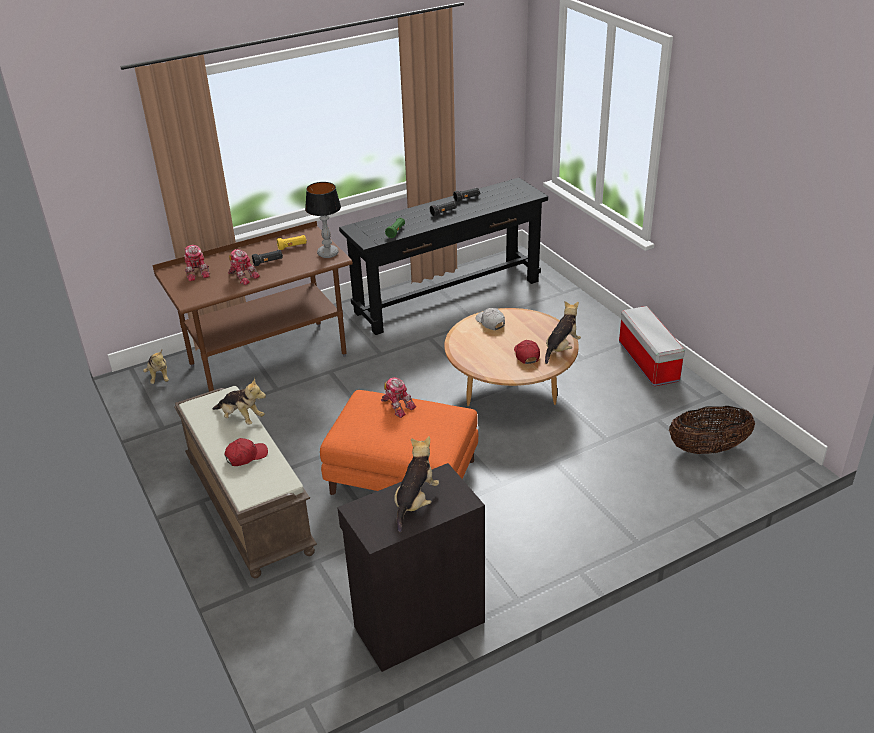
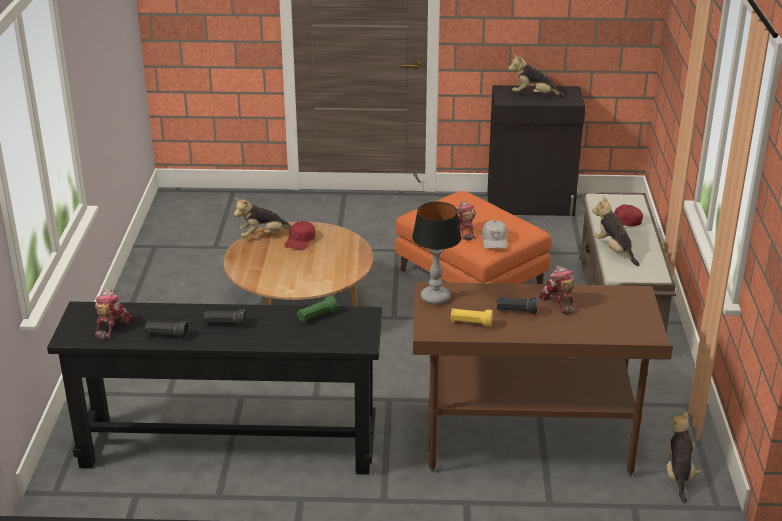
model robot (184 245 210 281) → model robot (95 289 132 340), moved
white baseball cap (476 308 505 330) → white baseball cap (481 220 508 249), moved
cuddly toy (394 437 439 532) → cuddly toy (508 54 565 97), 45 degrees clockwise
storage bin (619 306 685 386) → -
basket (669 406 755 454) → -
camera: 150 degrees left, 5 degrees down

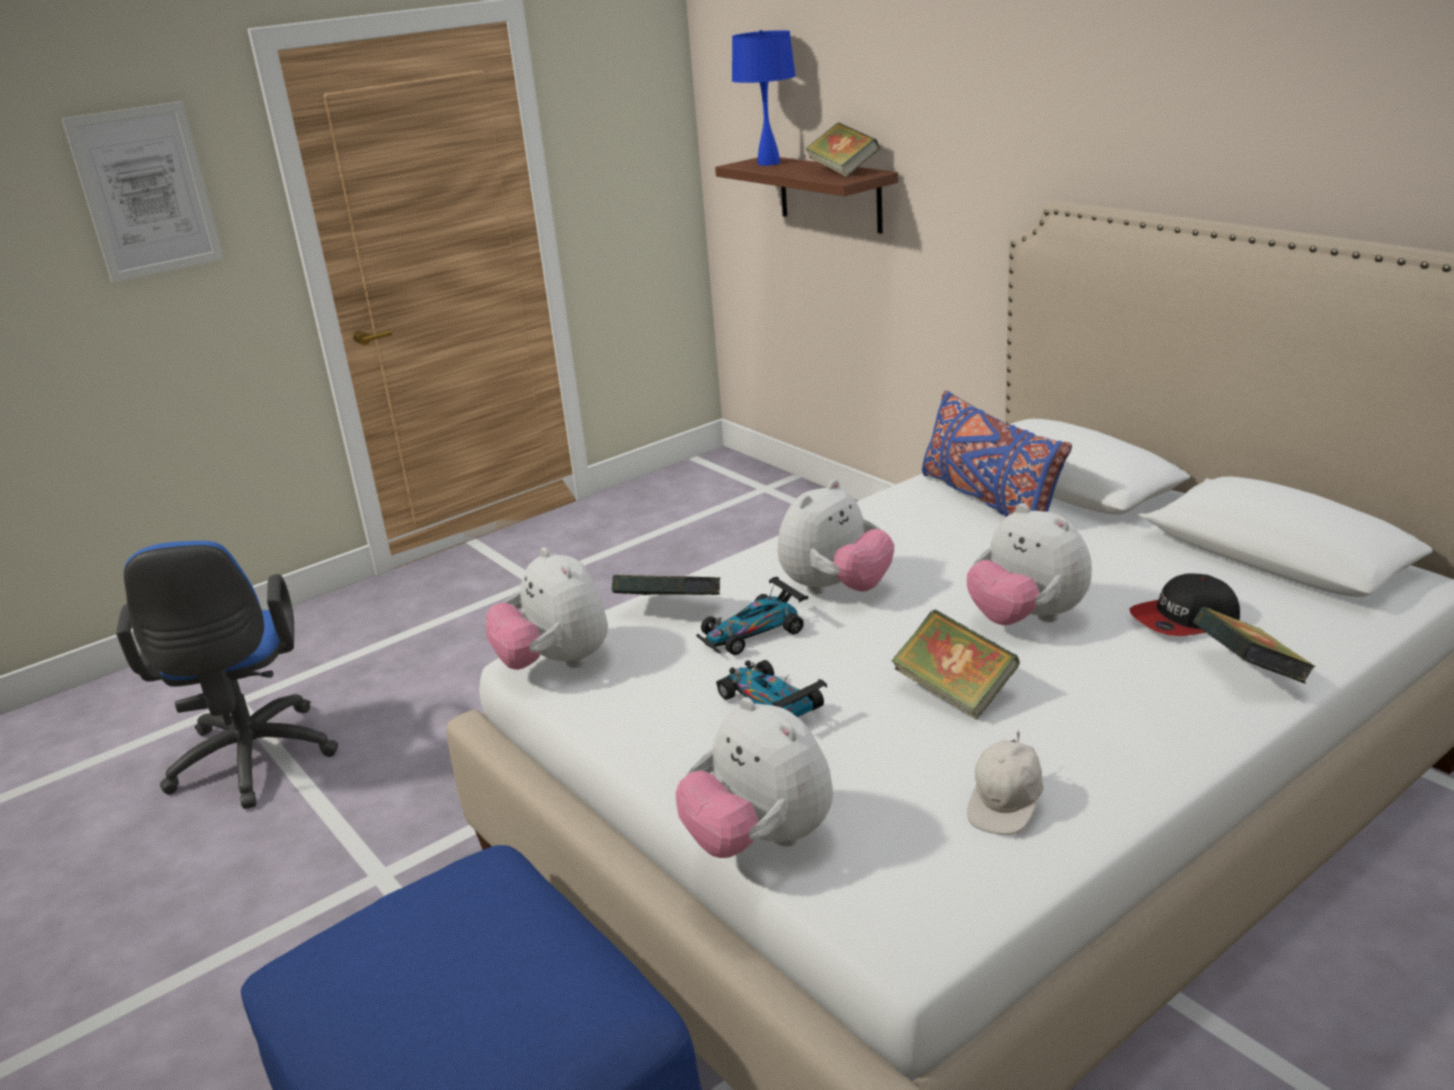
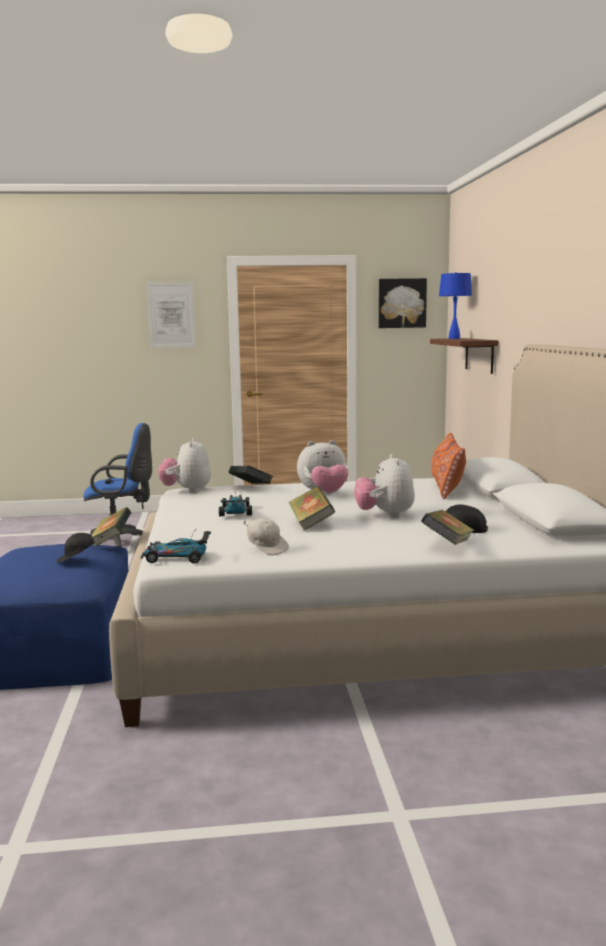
- → black baseball cap (57 533 103 563)
blue computer chair (116 541 338 809) → blue computer chair (83 423 152 547), 105 degrees counterclockwise
bound book (805 123 880 177) → bound book (92 507 131 547), moved
model car (696 577 808 655) → model car (141 531 211 564), moved
white baseball cap (967 730 1044 835) → white baseball cap (243 518 289 555), 105 degrees counterclockwise
- → wall picture (379 278 427 328)
blue cushion (922 390 1072 517) → orange-coloured cushion (431 433 466 500)
cuddly toy (676 697 833 858) → -
camera: 30 degrees right, 15 degrees down

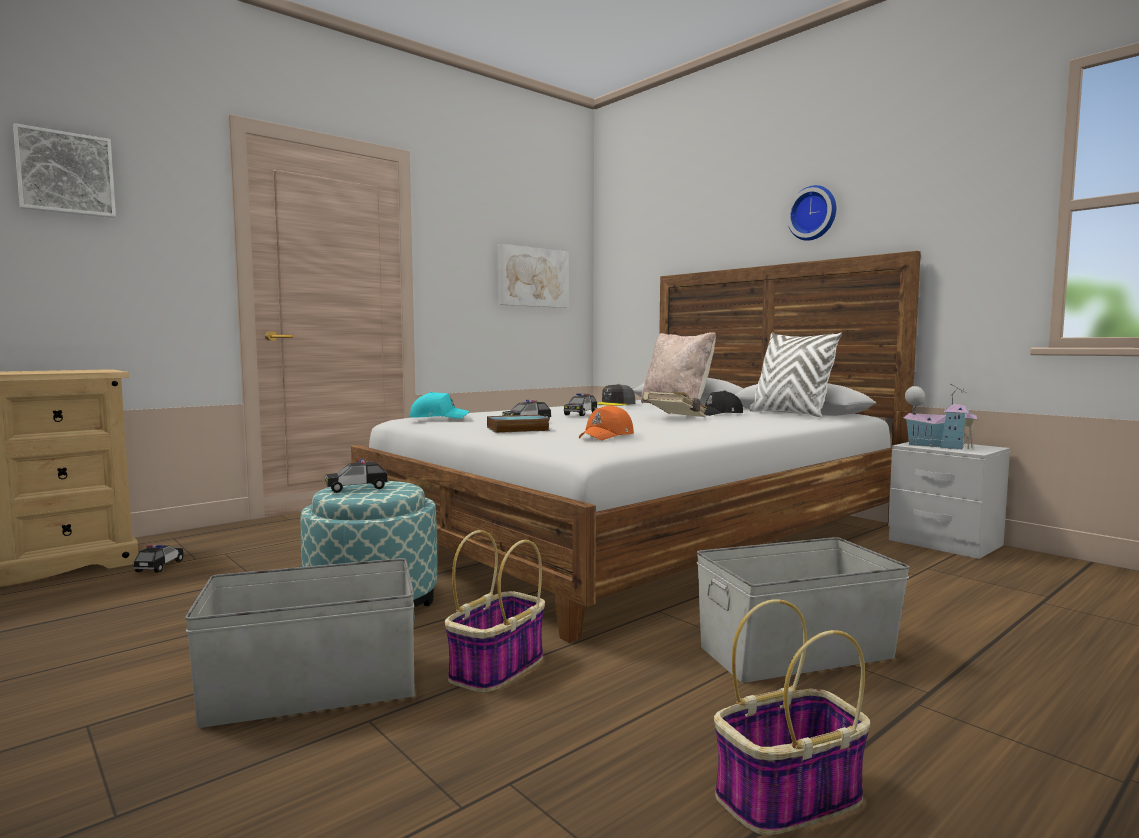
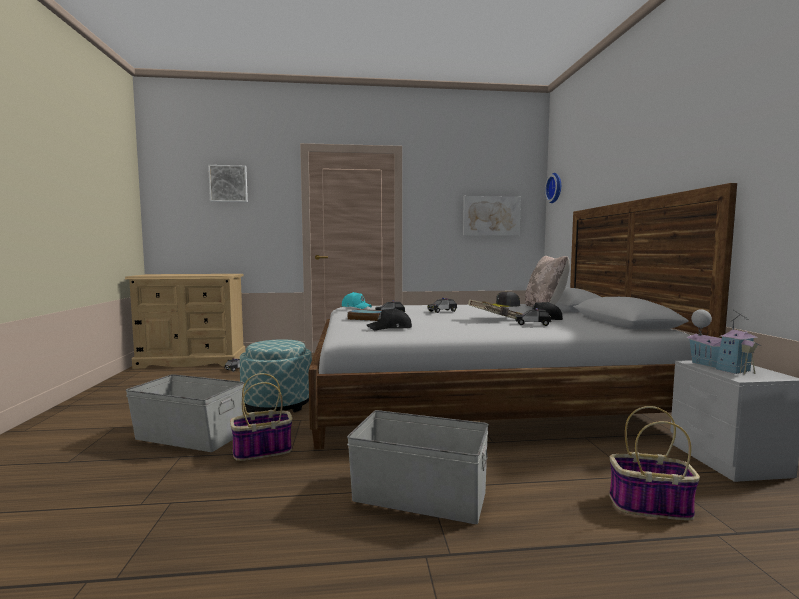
orange-coloured baseball cap (579 405 634 440) → black baseball cap (367 308 412 331)
model car (325 459 389 493) → model car (515 308 552 326), moved
wall clock (787 185 836 241) → wall clock (545 173 561 203), moved
basket (714 599 870 835) → basket (609 406 700 521), moved
white cushion (749 333 842 417) → -
camera: 35 degrees right, 0 degrees up

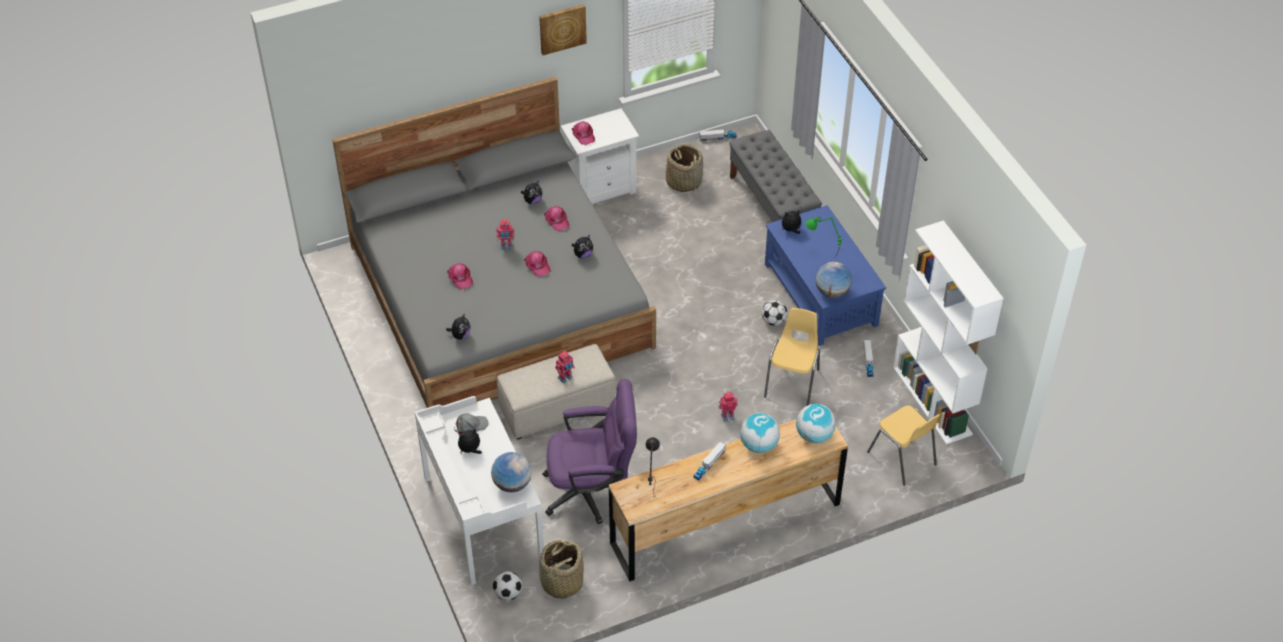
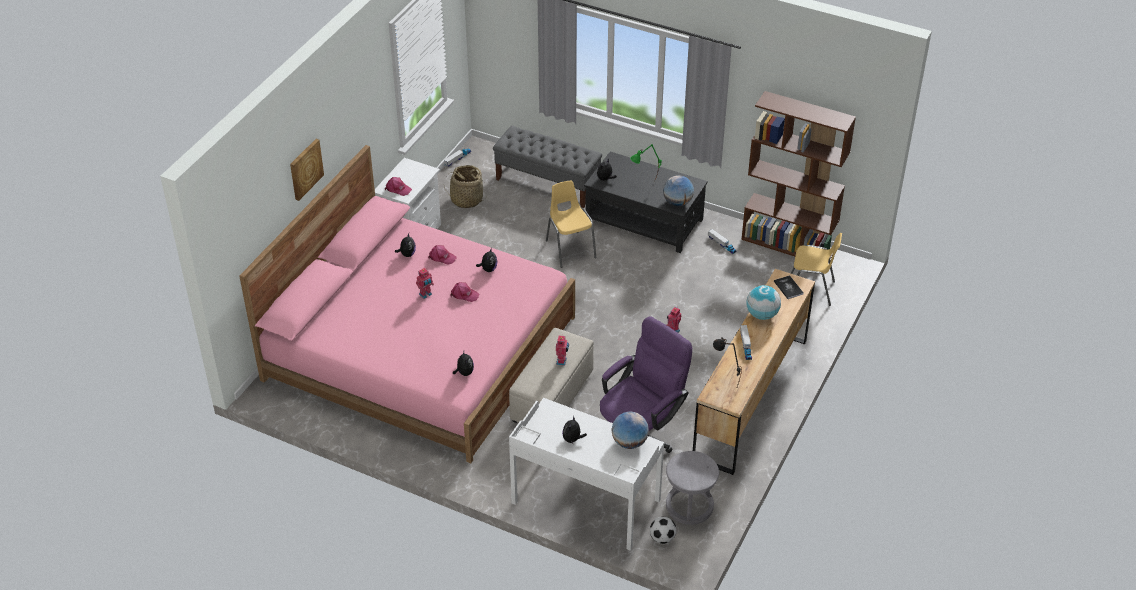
grey sleeping bed (332 76 656 408) → pink-coloured sleeping bed (239 145 575 463)
wall picture (539 4 587 55) → wall picture (290 139 324 201), moved
yellow upright chair (764 308 820 406) → yellow upright chair (546 181 596 268), moved
blue coffee table (765 205 886 346) → black coffee table (584 151 708 253)
basket (539 539 584 599) → grey sitting stool (666 451 719 525)
white bookshelf (893 220 1003 445) → brown-coloured bookshelf (741 91 856 262)
world globe (796 404 836 444) → bound book (774 275 804 299)
pink-coloured baseball cap (447 263 473 289) → -
grey baseball cap (455 413 488 435) → -
ball for football (762 300 787 326) → -
camera: 40 degrees left, 5 degrees down

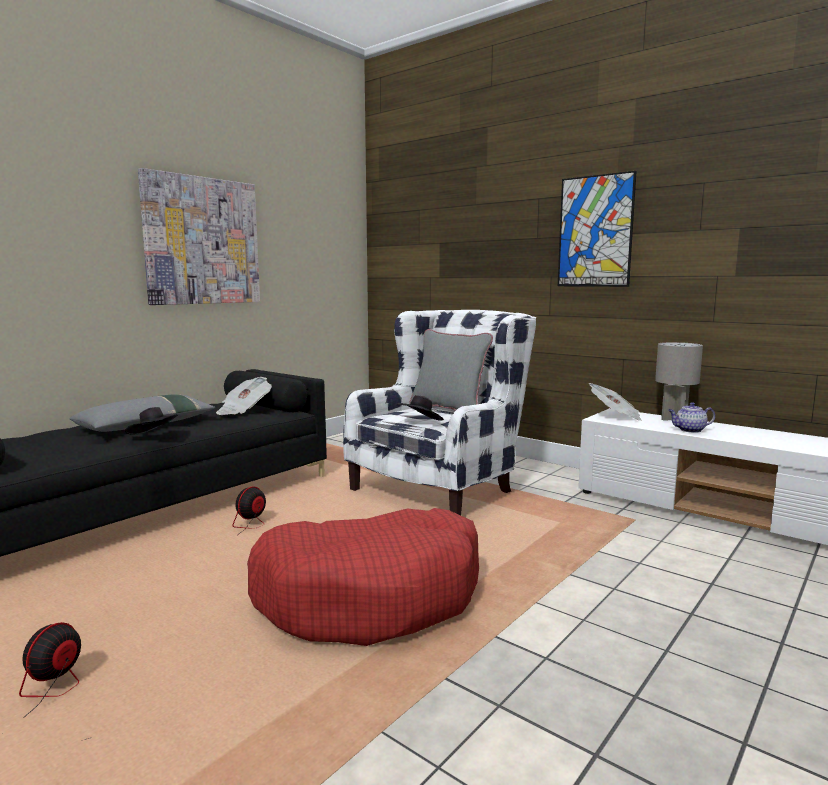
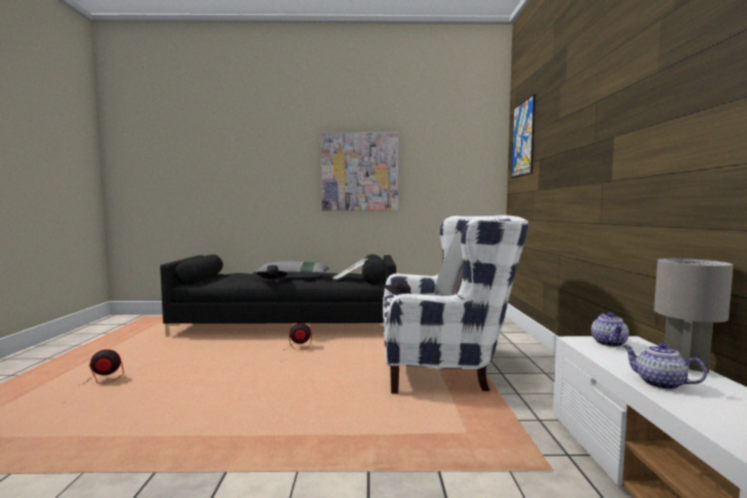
wall picture (558 171 637 287) → wall picture (512 94 535 178), moved
daily paper (589 383 642 421) → pot for tea (591 312 629 347)
reddish dog bed (247 508 479 646) → -
camera: 50 degrees right, 5 degrees down

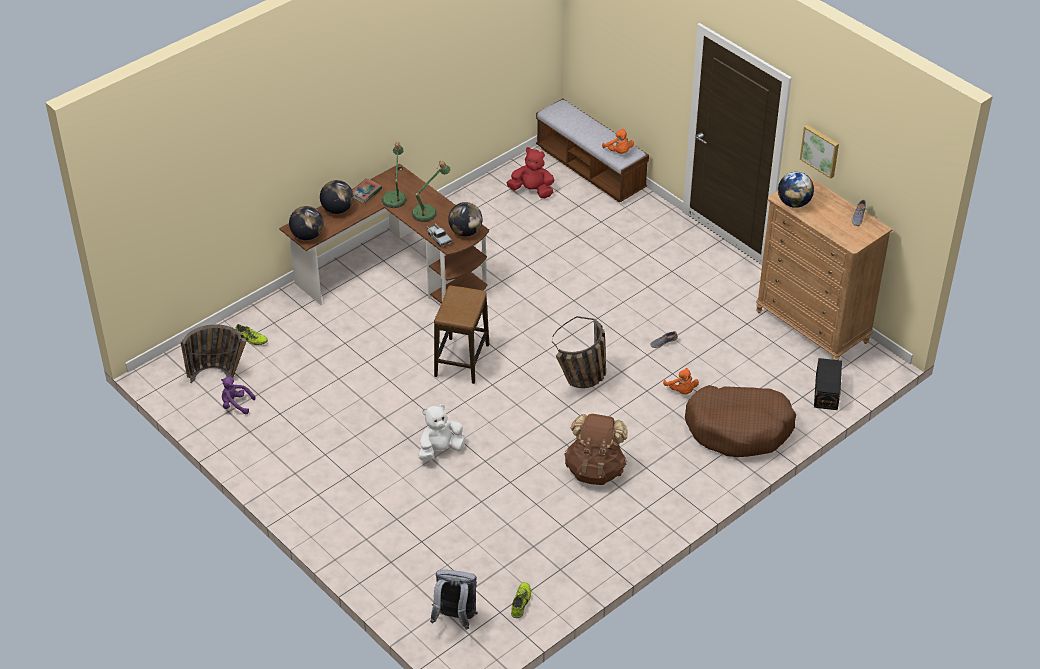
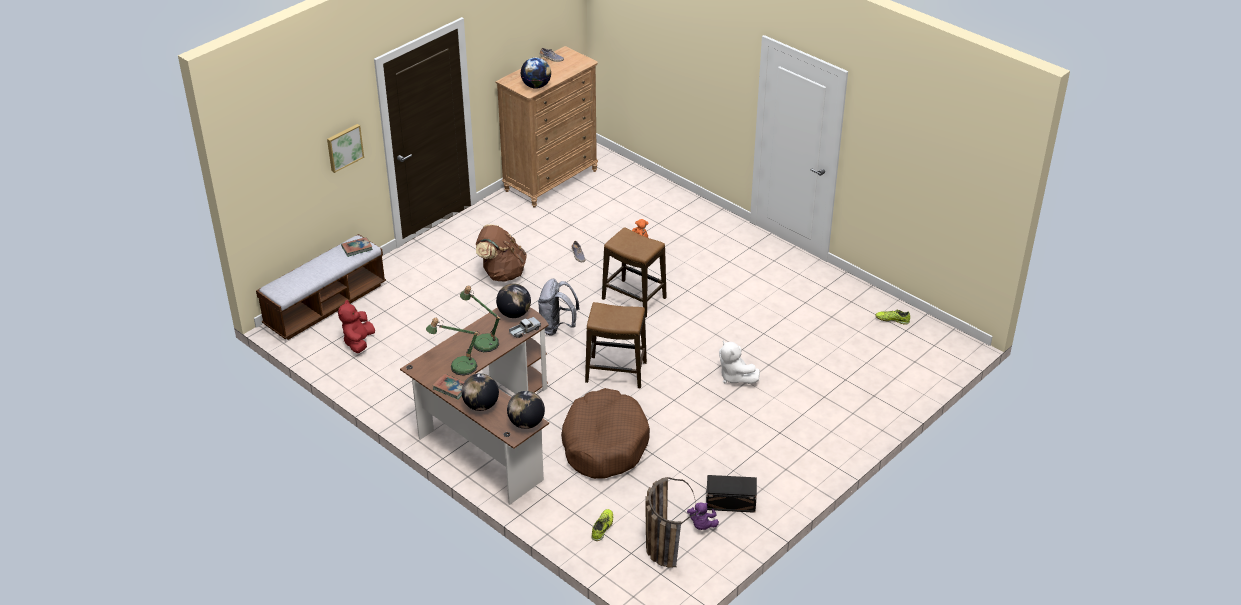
wall picture (800 125 839 179) → wall picture (327 124 364 173), moved
orange-coloured cuddly toy (602 129 634 154) → bound book (341 237 373 257)
brown-coloured backpack (564 414 628 485) → brown-coloured backpack (476 224 527 282), moved
grey backpack (430 569 477 630) → grey backpack (538 279 579 336), moved
brown-coloured dog bed (685 385 796 457) → brown-coloured dog bed (561 388 650 479), moved
basket (552 316 606 388) → sitting stool (602 227 667 318)
black storage bin (814 358 842 410) → black storage bin (706 475 757 513), moved
camera: 95 degrees left, 5 degrees down

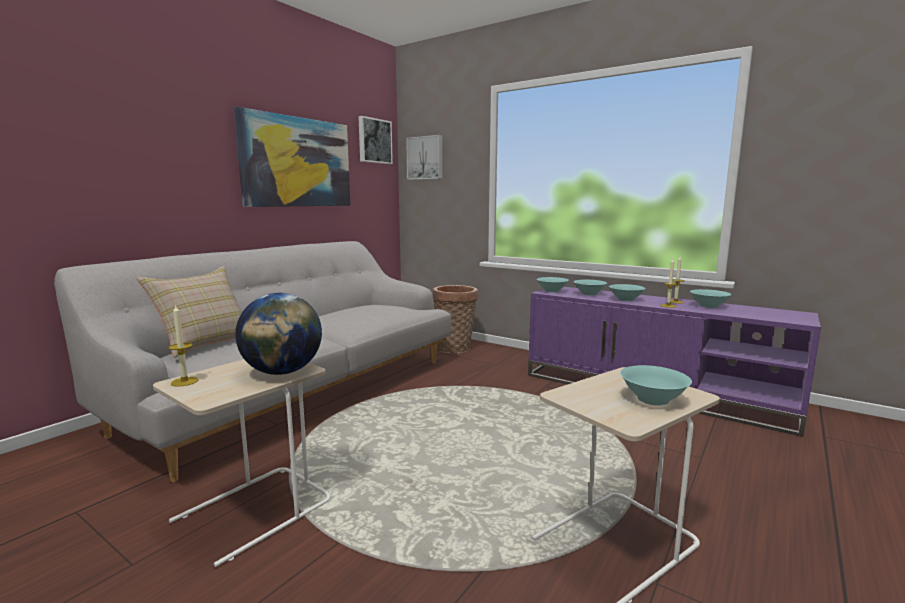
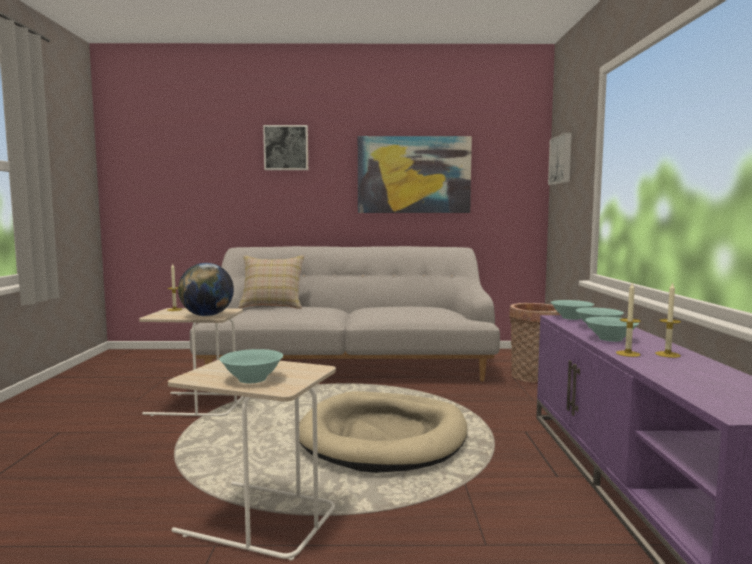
wall picture (358 116 393 164) → wall picture (263 125 308 170), moved
- → beige-coloured dog bed (299 391 467 473)
turquoise bowl (690 289 731 308) → -
camera: 55 degrees right, 5 degrees down

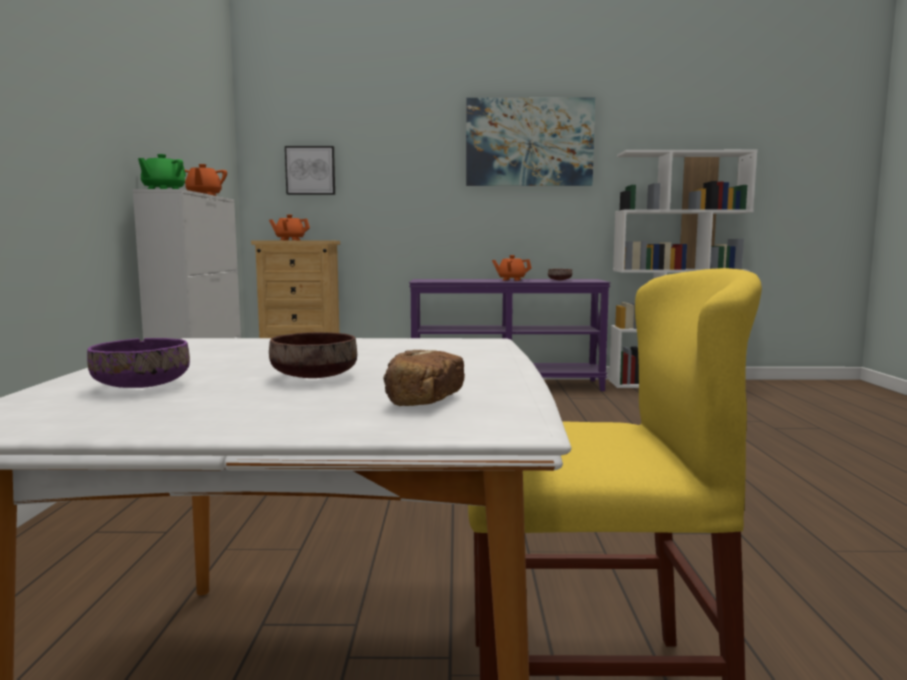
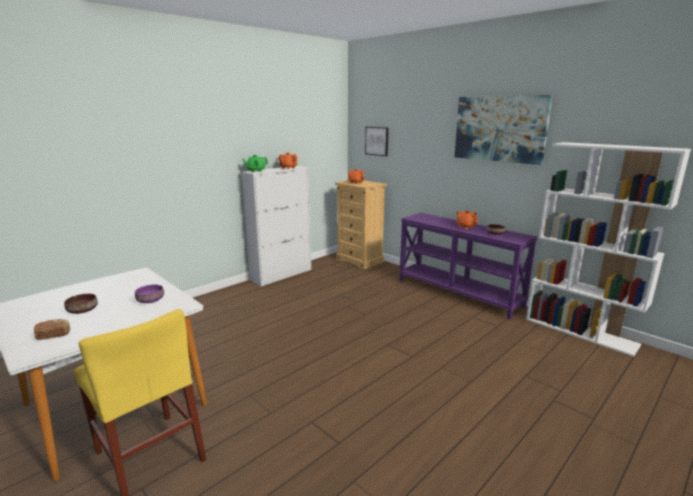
purplish bowl (87 338 190 388) → purplish bowl (135 284 164 303), moved
camera: 45 degrees right, 10 degrees up

